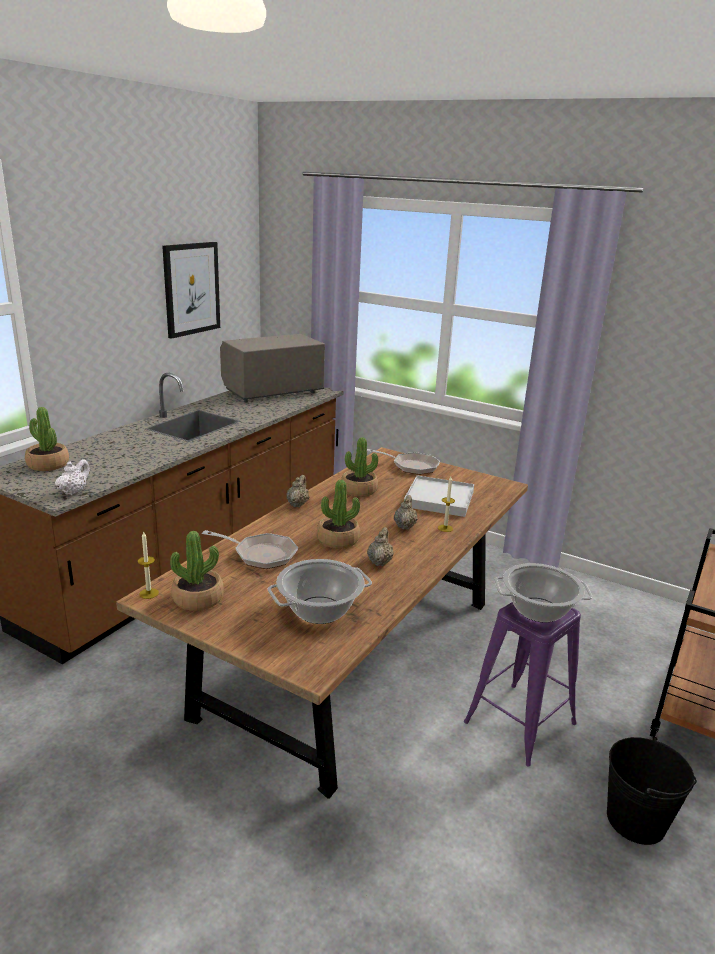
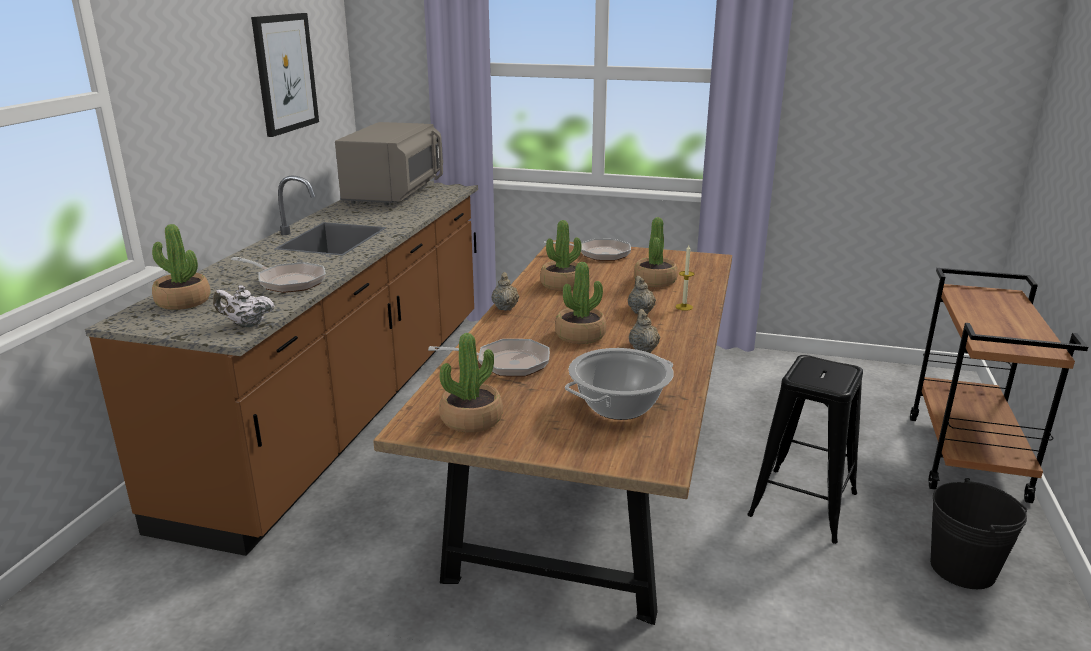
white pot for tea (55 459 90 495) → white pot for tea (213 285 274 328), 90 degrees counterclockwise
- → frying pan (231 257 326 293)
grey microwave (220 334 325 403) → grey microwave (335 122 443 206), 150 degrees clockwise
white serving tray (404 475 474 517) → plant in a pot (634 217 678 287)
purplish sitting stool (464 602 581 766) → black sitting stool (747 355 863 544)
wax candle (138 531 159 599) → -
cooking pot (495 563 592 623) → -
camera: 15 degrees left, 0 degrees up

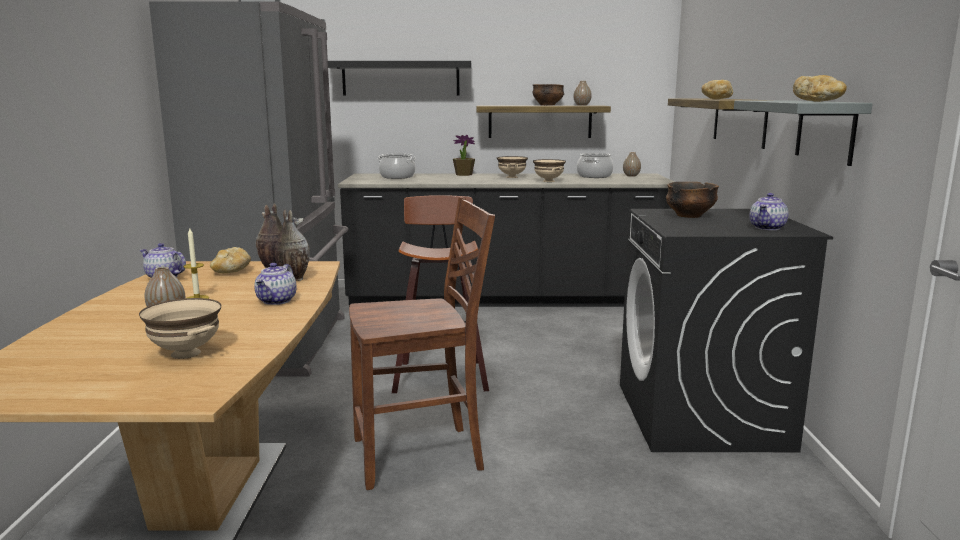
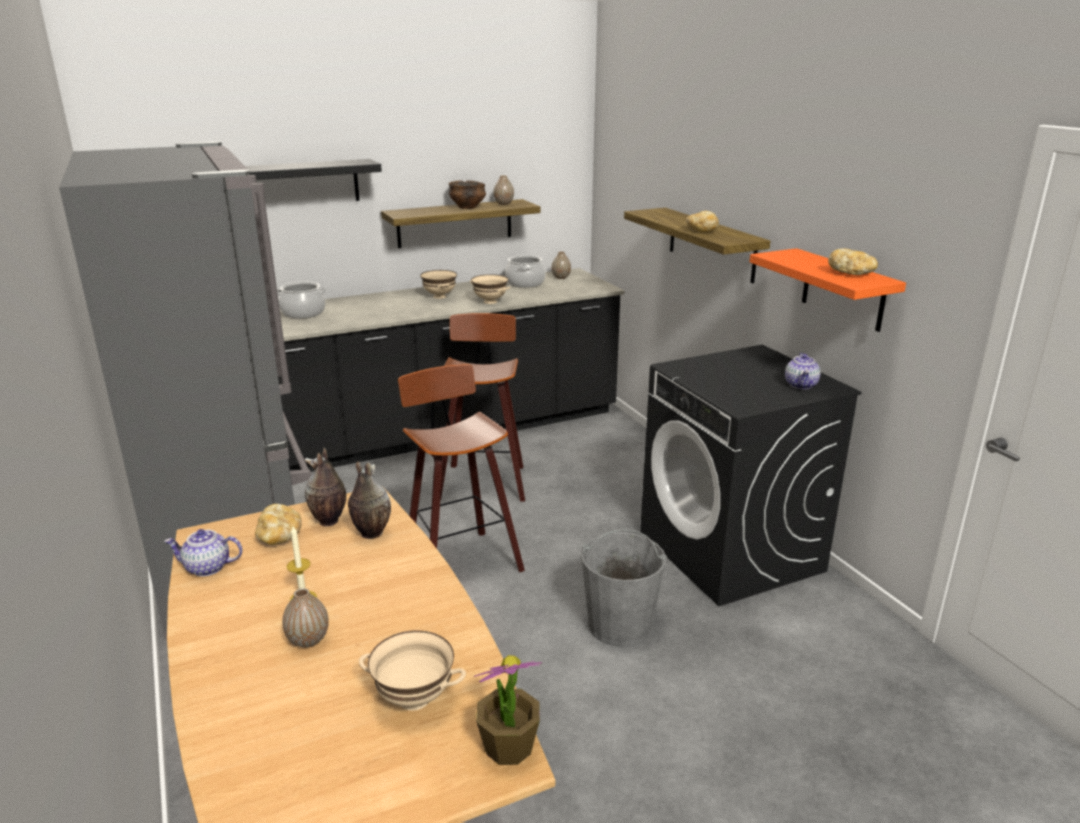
- → sitting stool (440 313 525 501)
plant in a pot (453 135 475 176) → plant in a pot (474 655 542 765), moved
- → grey water bucket (581 529 667 647)
grey bracket shelf (734 101 873 166) → orange-coloured bracket shelf (750 248 906 332)
pot for tea (254 263 296 305) → -
brown-coloured upright chair (349 198 495 490) → -
bowl (666 182 719 218) → -
camera: 25 degrees left, 10 degrees up

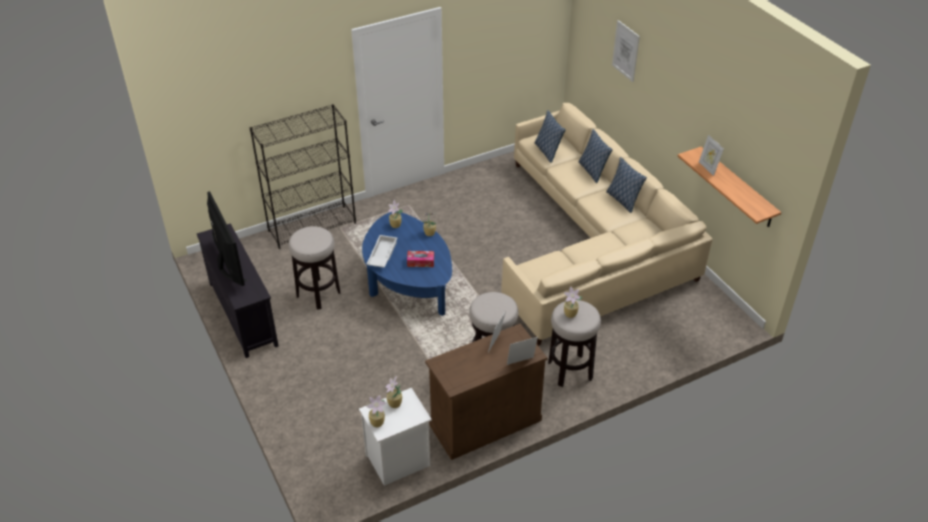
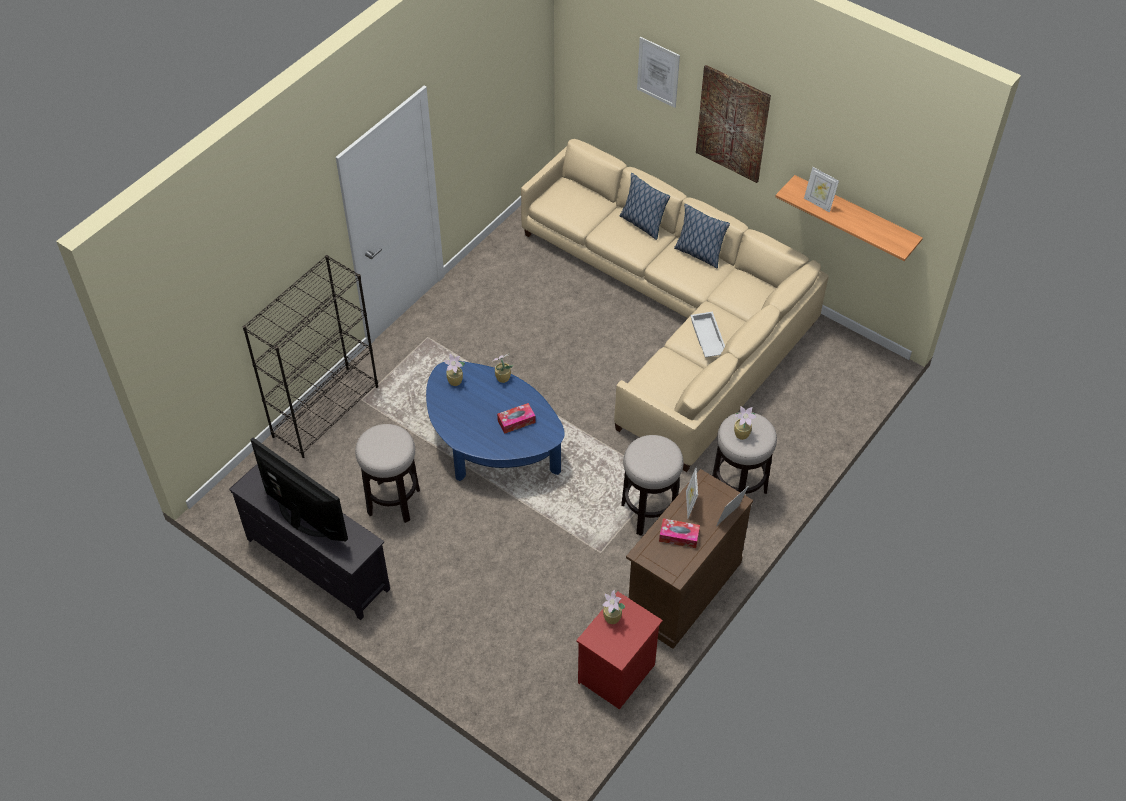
white night table (359 388 432 486) → reddish night table (576 591 663 710)
- → box of tissues (659 518 700 548)
white serving tray (366 235 397 268) → white serving tray (690 311 725 357), moved
- → wall picture (696 65 771 183)
plant in a pot (366 395 386 427) → -
cushion (534 110 565 163) → -
camera: 25 degrees left, 10 degrees up

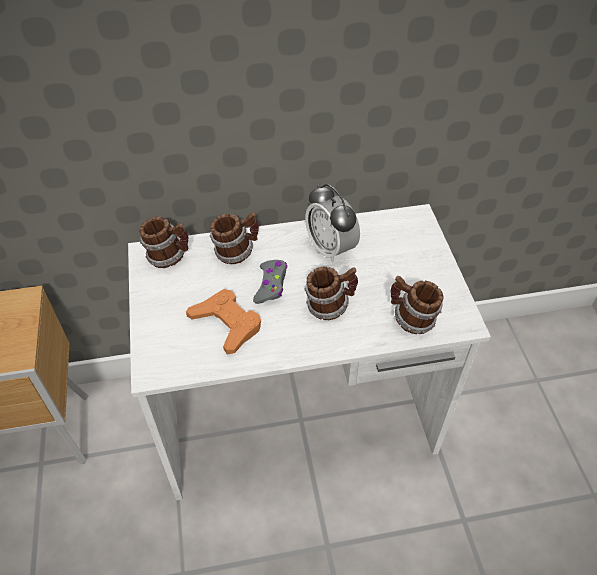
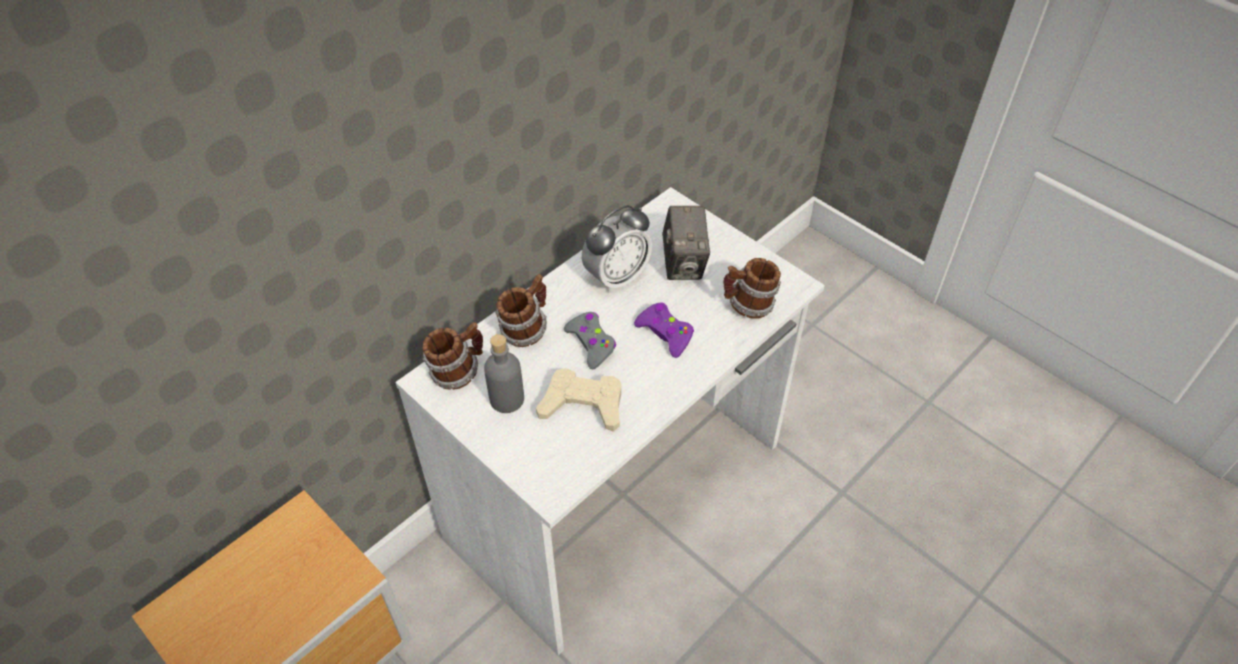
- → grey drink bottle (484 334 524 413)
orange-coloured game controller (186 289 261 354) → beige-coloured game controller (536 368 621 432)
table clock (305 184 360 263) → table clock (582 205 652 293), 60 degrees counterclockwise
coffee mug (304 267 358 320) → purplish game controller (634 303 694 358)
- → photo camera (662 206 710 280)
camera: 35 degrees left, 0 degrees up

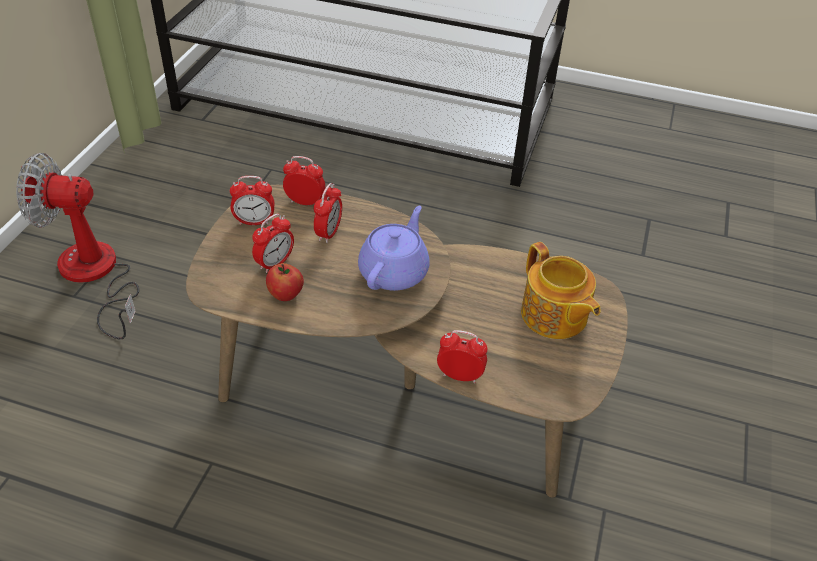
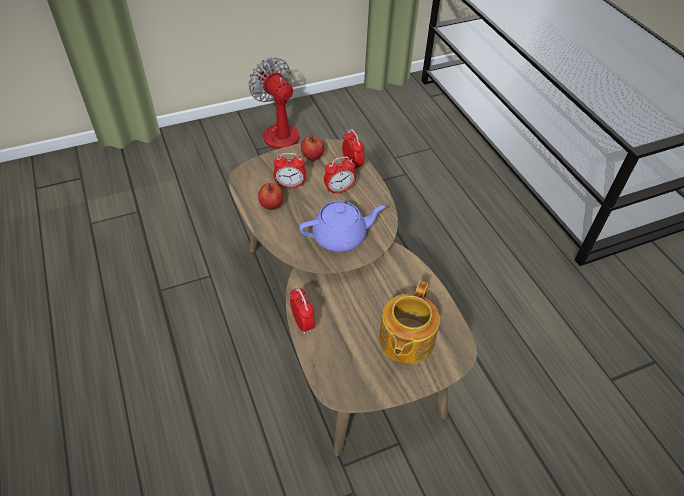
table clock (230 176 274 225) → apple (301 135 325 161)
camera: 50 degrees right, 5 degrees up

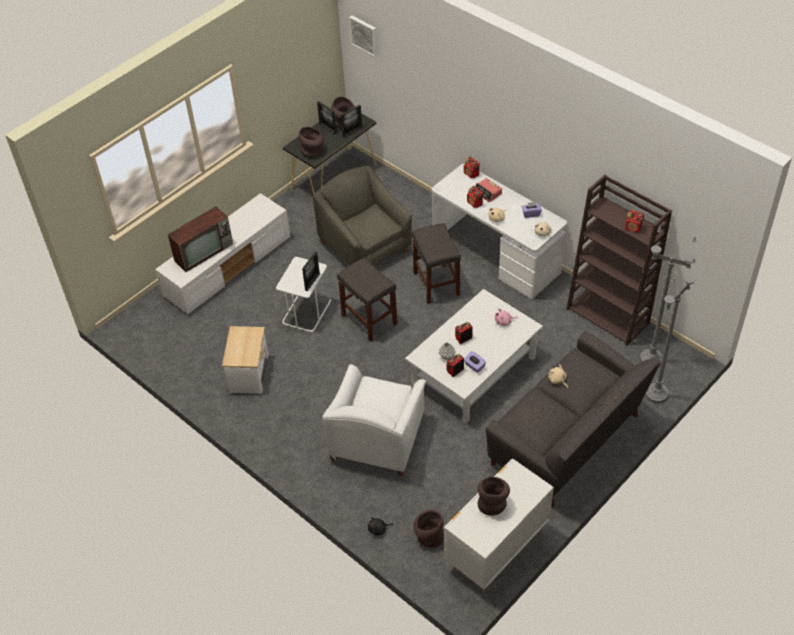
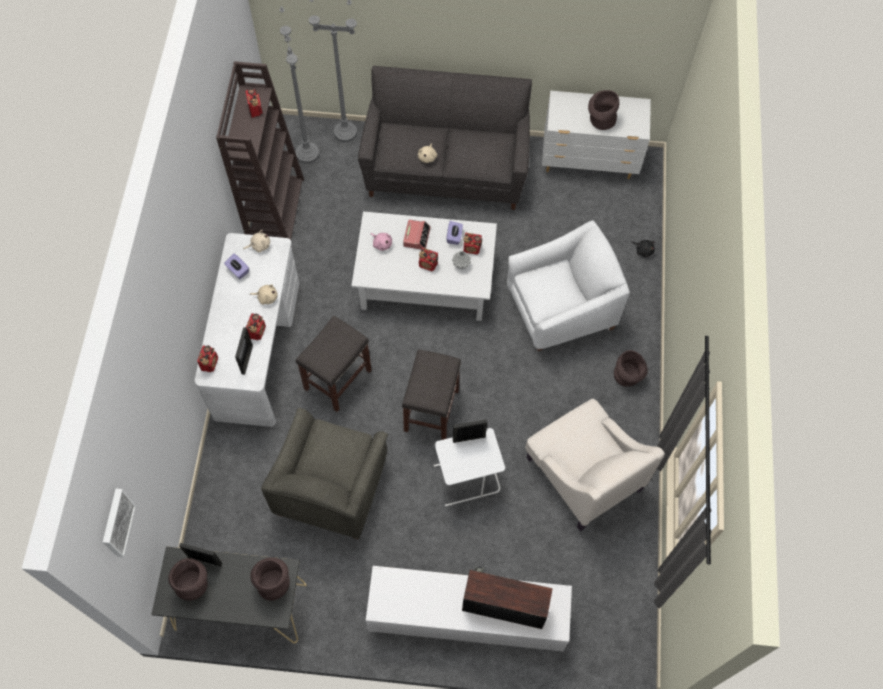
standing frame (317 101 336 135) → standing frame (235 327 253 375), moved
table clock (475 178 502 202) → table clock (403 220 431 250), moved
end table (222 326 268 394) → beige-coloured lounge chair (525 399 665 531)
brown-coloured vase (413 510 444 548) → brown-coloured vase (614 350 648 387), moved
camera: 130 degrees left, 15 degrees up

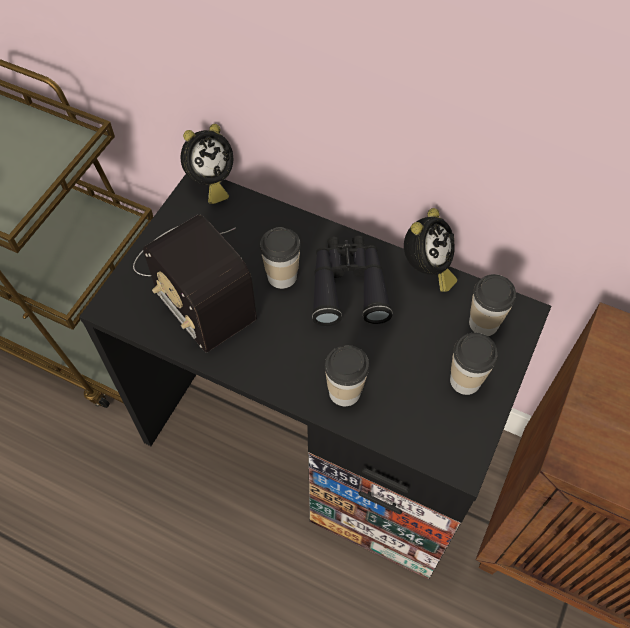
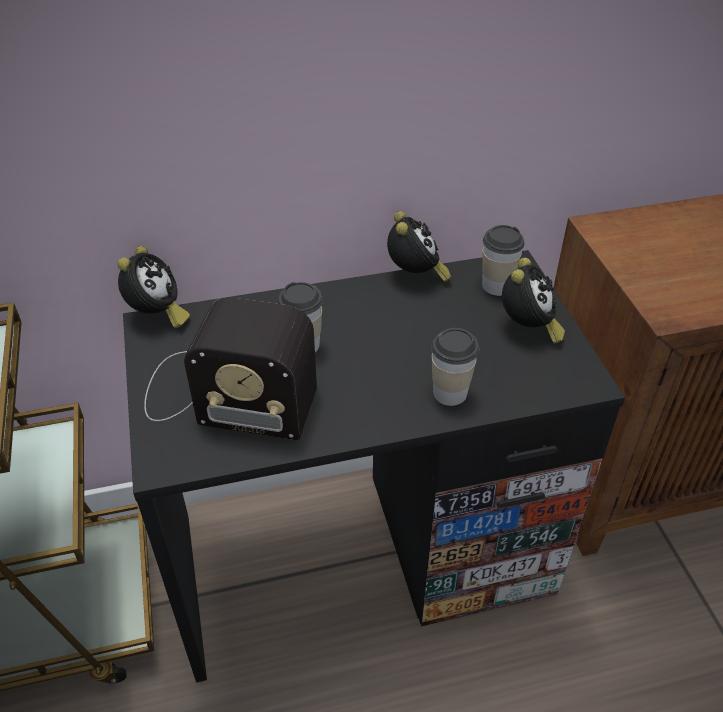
drinking cup (450 333 498 395) → table clock (502 258 565 344)
black pair of binoculars (312 236 392 326) → -
camera: 40 degrees left, 15 degrees down

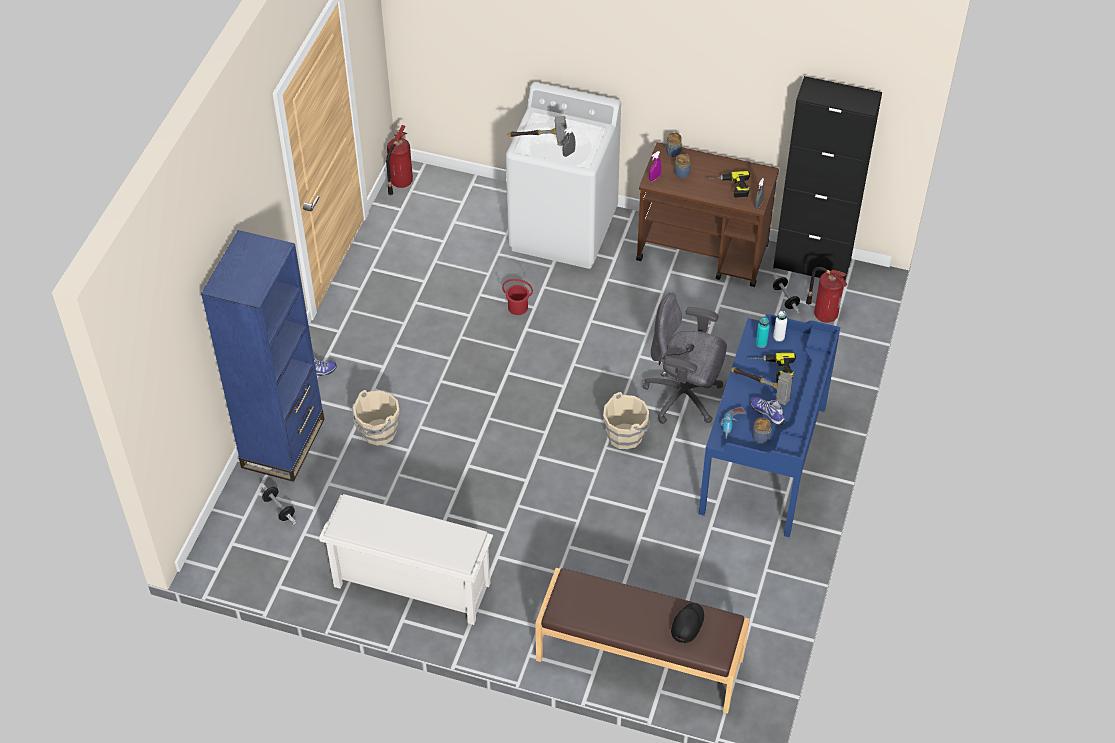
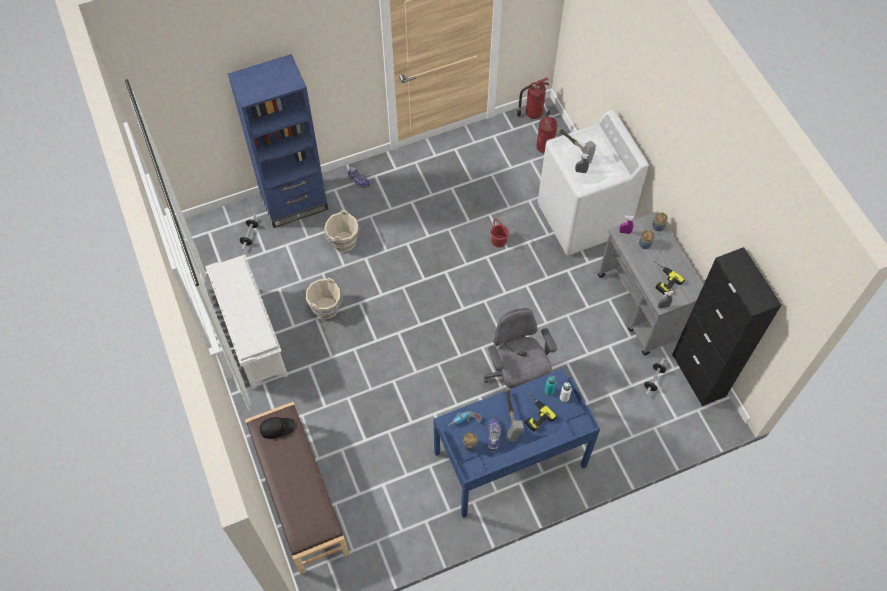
black baseball cap (671 603 704 643) → black baseball cap (260 417 295 439), moved
beige-coloured water bucket (603 392 651 449) → beige-coloured water bucket (306 278 343 319), moved
fire-fighting cylinder (806 267 847 323) → fire-fighting cylinder (537 110 557 153), moved
brown-coloured cart (636 142 779 287) → grey cart (598 212 703 356)
camera: 50 degrees right, 10 degrees up

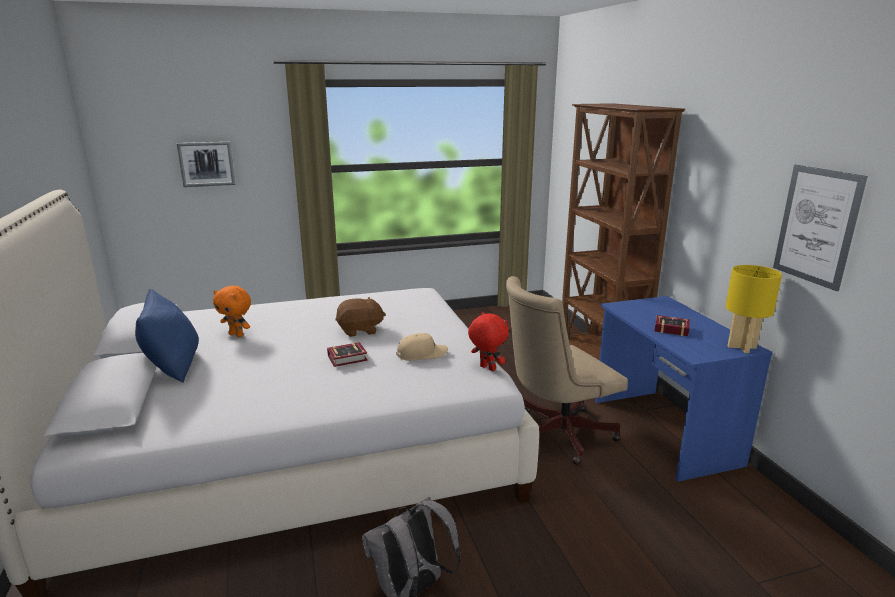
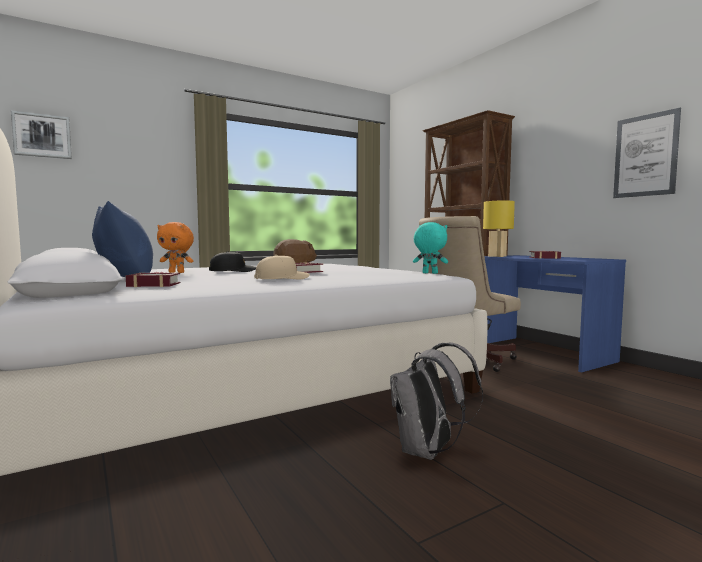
wall picture (177 142 235 187) → wall picture (11 110 72 159), moved
- → bound book (126 272 181 287)
- → black baseball cap (209 251 256 272)
beige-coloured baseball cap (396 333 448 361) → beige-coloured baseball cap (254 255 310 279), moved
reddish cuddly toy (468 312 509 371) → turquoise cuddly toy (413 222 448 274)
yellow tabletop lamp (725 265 782 353) → yellow tabletop lamp (483 200 515 257), moved
camera: 15 degrees left, 15 degrees down

